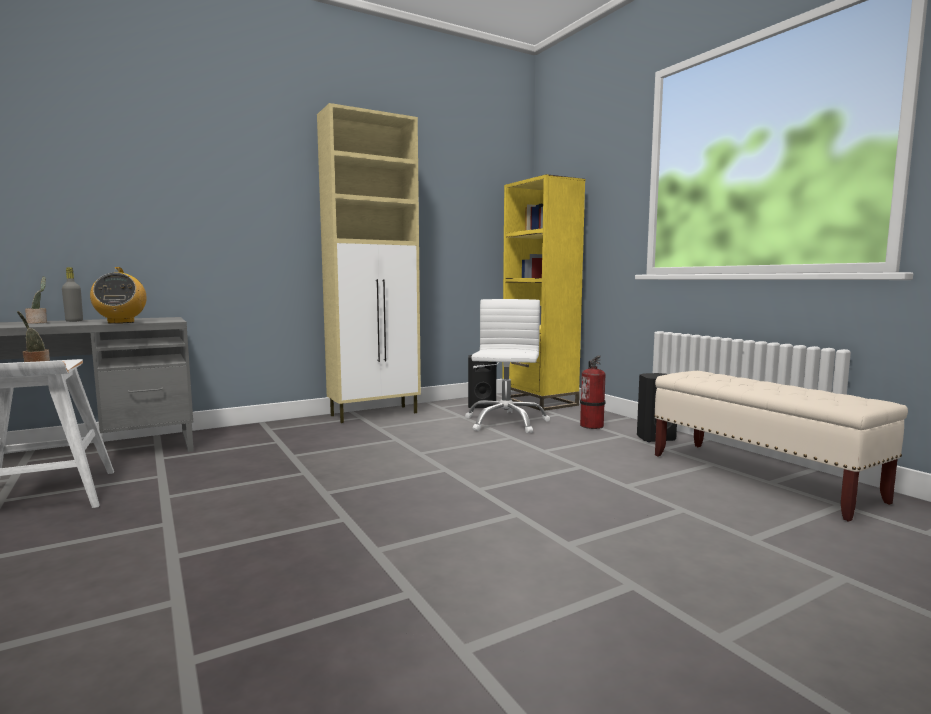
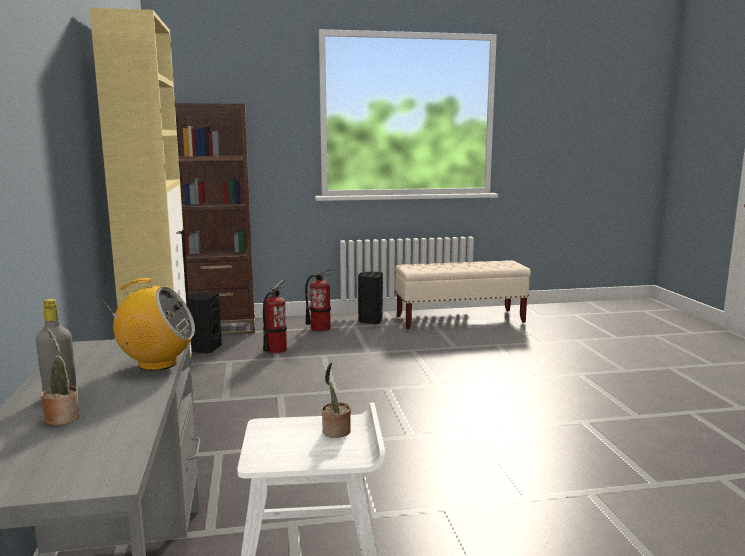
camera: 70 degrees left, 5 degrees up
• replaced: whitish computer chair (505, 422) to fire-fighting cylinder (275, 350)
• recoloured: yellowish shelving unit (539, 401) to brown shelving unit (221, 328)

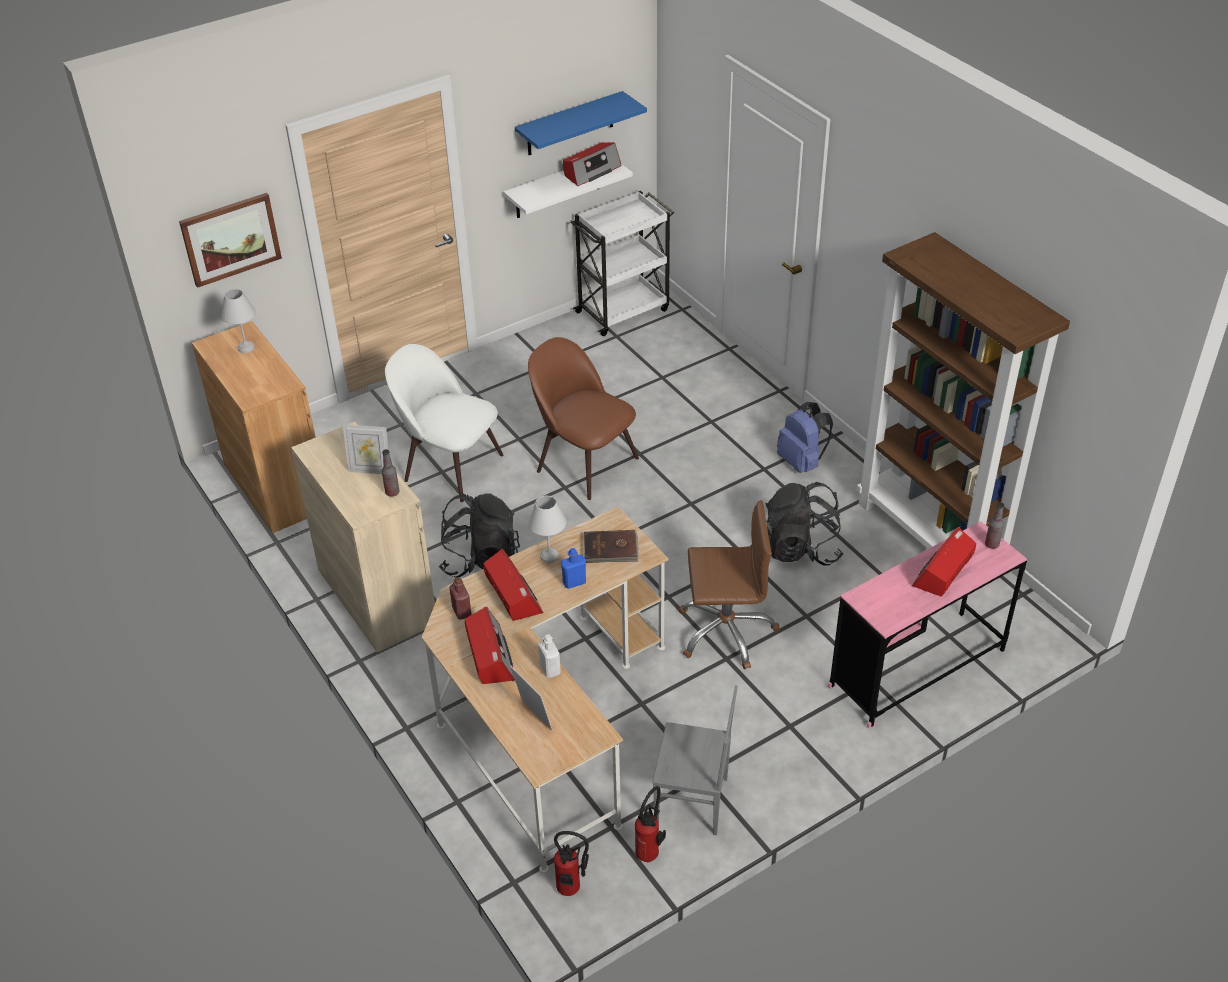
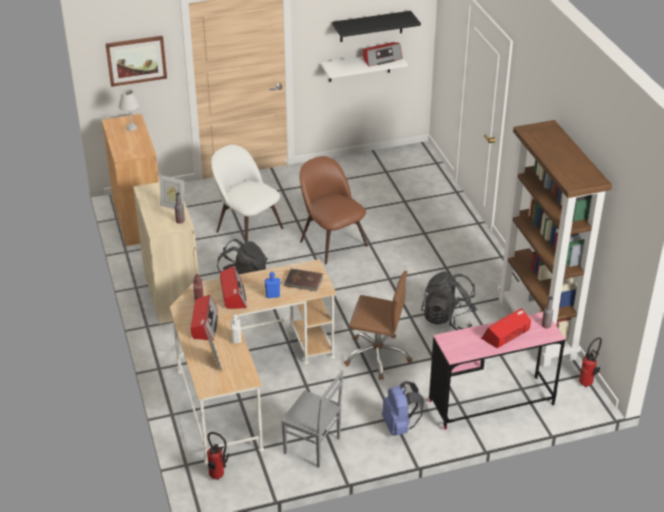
camera: 15 degrees right, 5 degrees down
• removed: whitish tabletop lamp (548, 555)
• removed: whitish wheeled cart (624, 310)
• moved: fire-fighting cylinder (650, 852) to (587, 383)
• moved: bluish backpack (802, 462) to (400, 426)
• recoloured: bluish wall shelf (570, 124) to black wall shelf (371, 26)

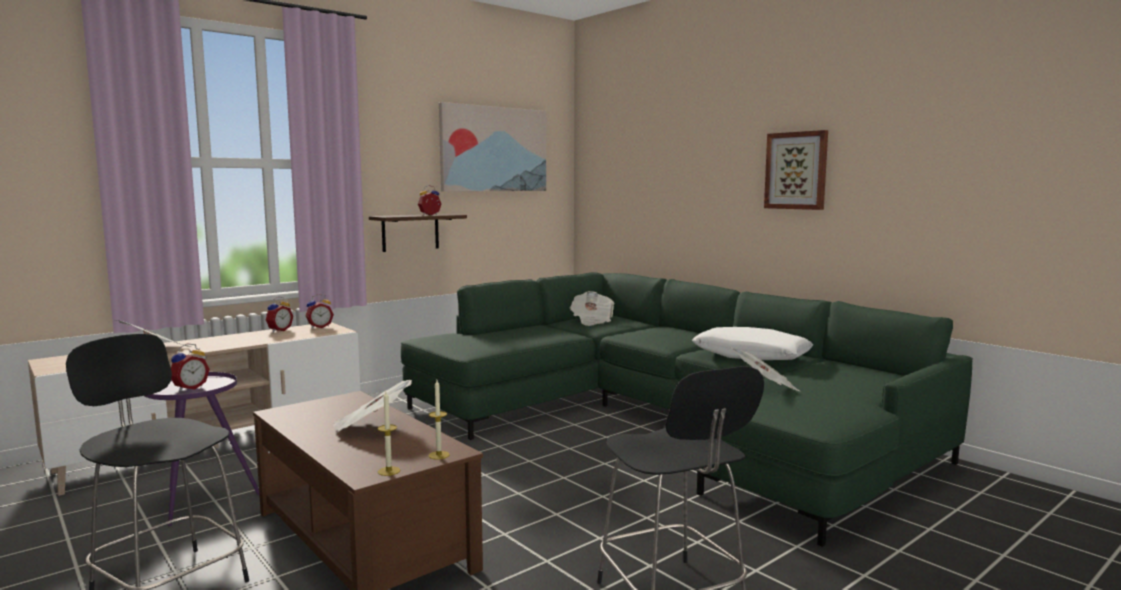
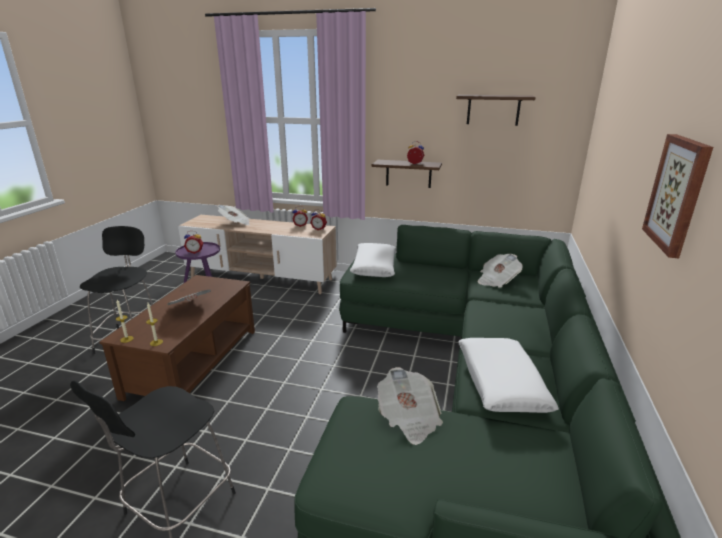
camera: 55 degrees right, 15 degrees up
• added: whitish cushion (374, 267)
• replaced: picture (493, 149) to wall shelf (493, 110)

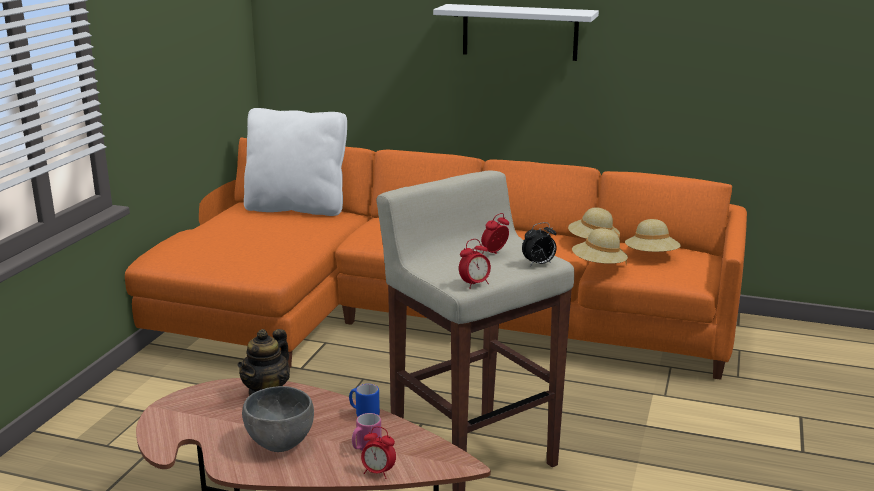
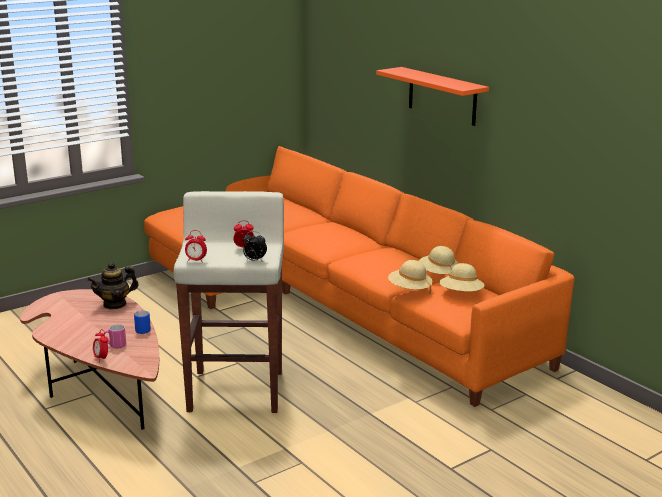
camera: 35 degrees right, 0 degrees up
• removed: grey serving bowl (280, 443)
• removed: whitish cushion (297, 208)
• recoloured: whitish wall shelf (520, 32) to orange wall shelf (442, 96)

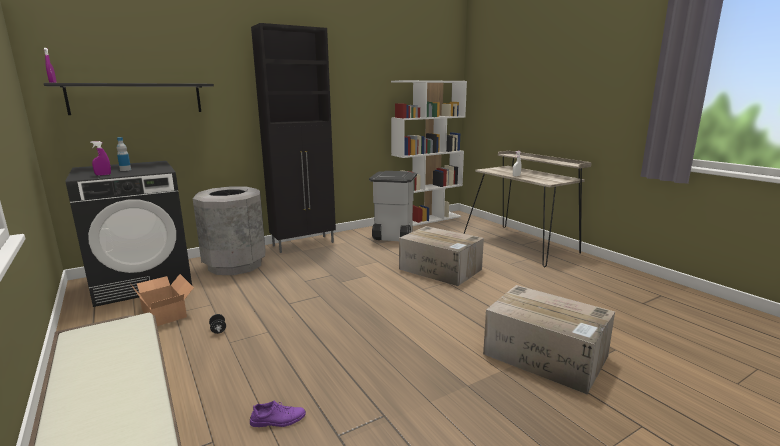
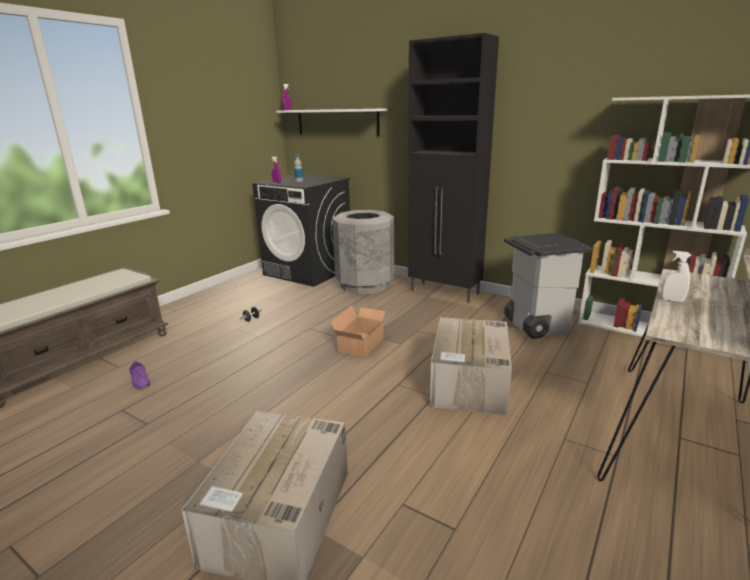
camera: 65 degrees right, 5 degrees up
• moved: packing box (166, 312) to (363, 344)
• recoloured: black wall shelf (136, 98) to whitish wall shelf (337, 122)

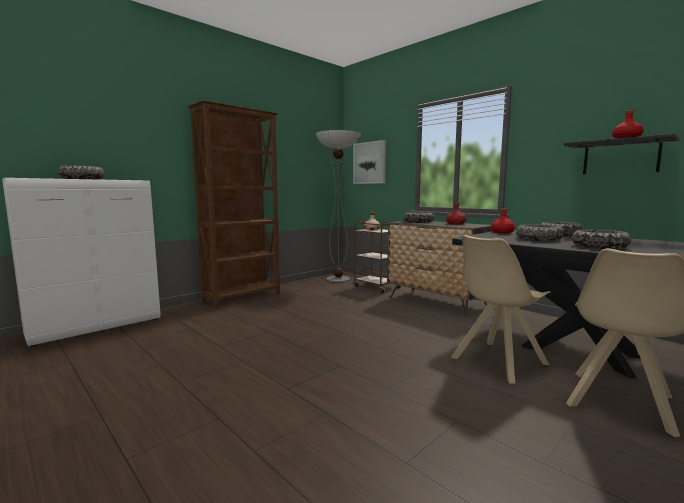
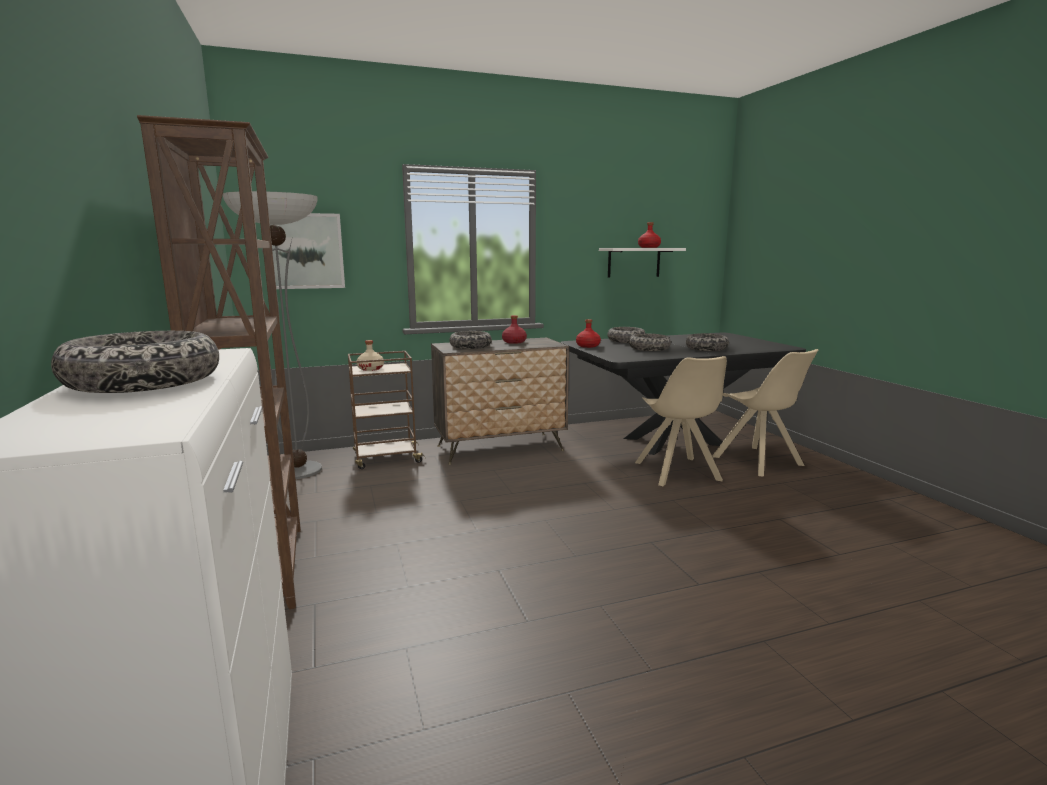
camera: 65 degrees left, 5 degrees up
• recoloured: black wall shelf (620, 157) to whitish wall shelf (634, 262)

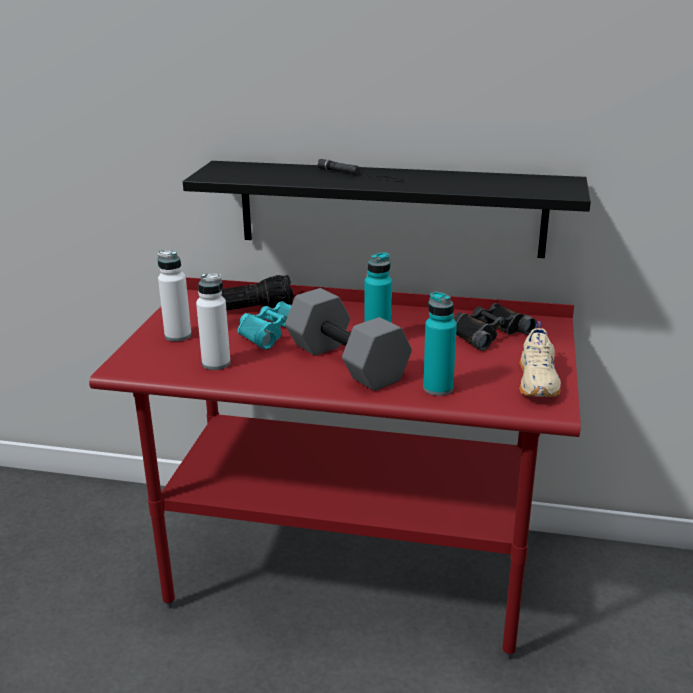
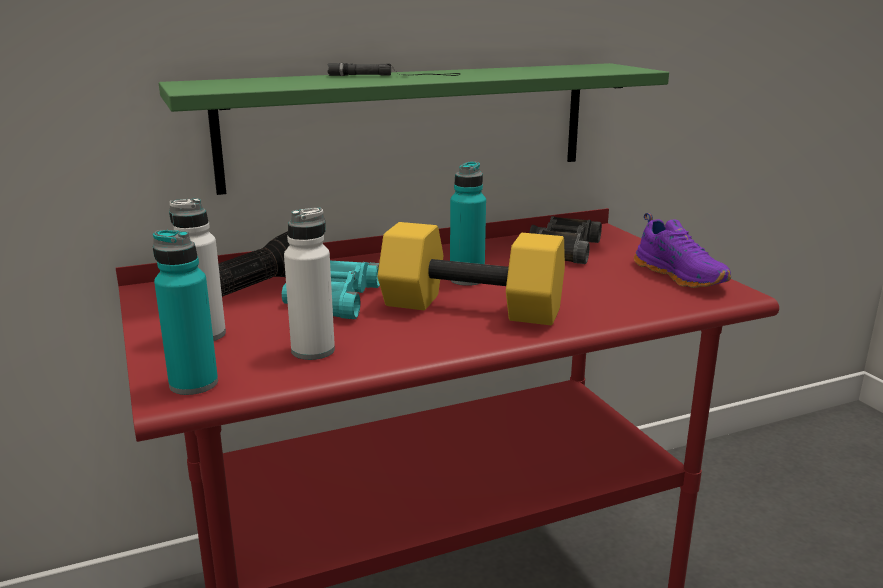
camera: 35 degrees left, 5 degrees down
• moved: turquoise-coloured bottle (438, 388) to (193, 384)
• recoloured: black wall shelf (390, 208) to green-coloured wall shelf (410, 125)
• recoloured: grey free weight (348, 362) to yellowish free weight (474, 307)
• recoloured: beige-coloured low shoe (539, 382) to purplish low shoe (681, 276)

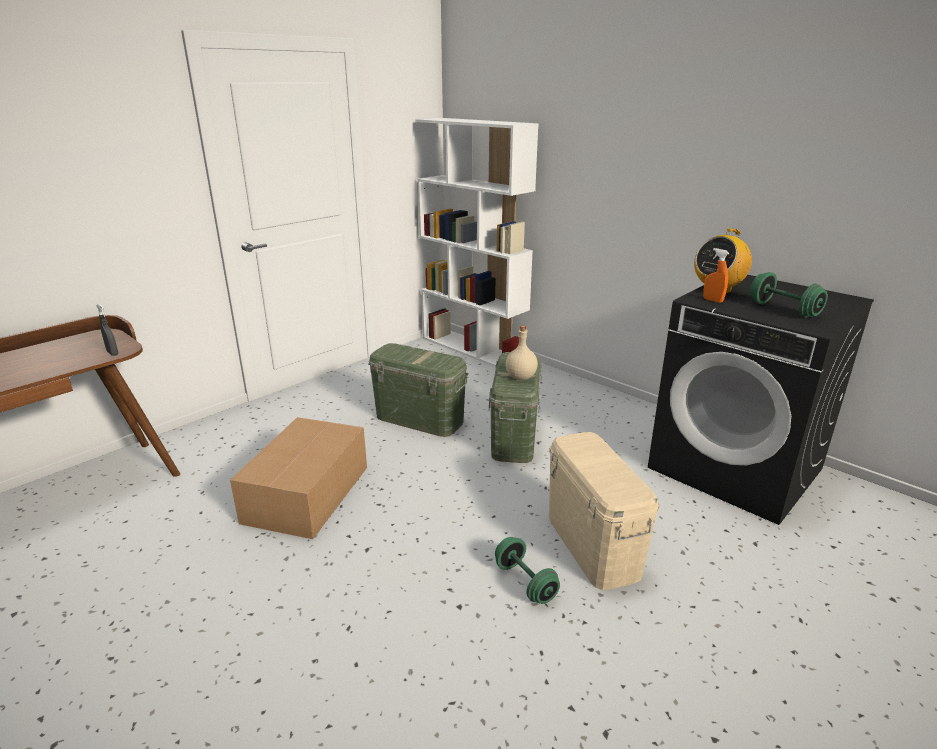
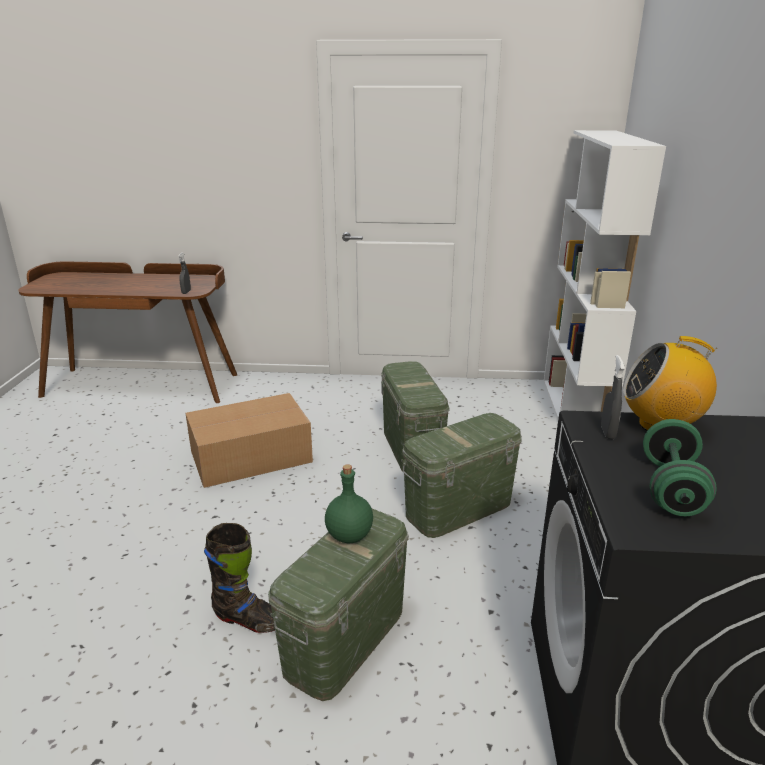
camera: 50 degrees right, 0 degrees up
• removed: beige-coloured bottle (520, 377)
• added: green-coloured bottle (349, 535)
• replaced: green-coloured free weight (525, 582) to black tall boot (249, 620)
• recoloured: beige-coloured storage box (592, 544) to green-coloured storage box (345, 639)
• recoloured: orange hand sprayer (712, 300) to grey hand sprayer (607, 432)

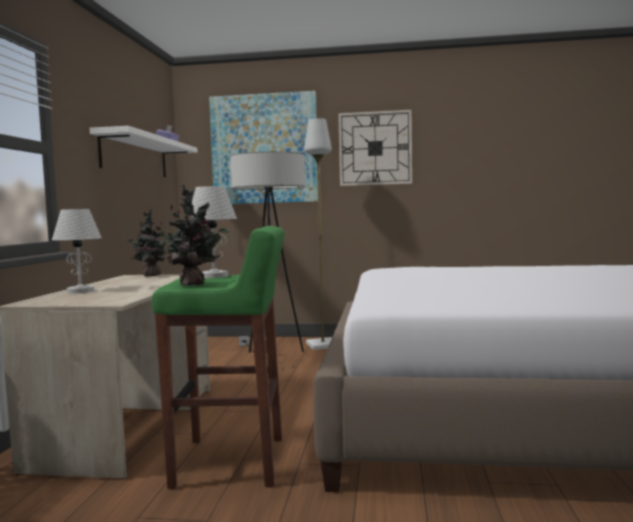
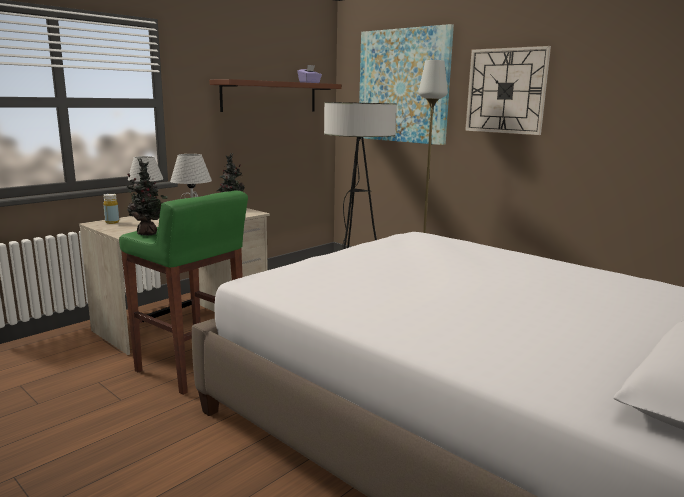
camera: 35 degrees right, 10 degrees up
• added: yellowish bottle (112, 222)
• recoloured: whitish wall shelf (135, 156) to brown wall shelf (270, 96)

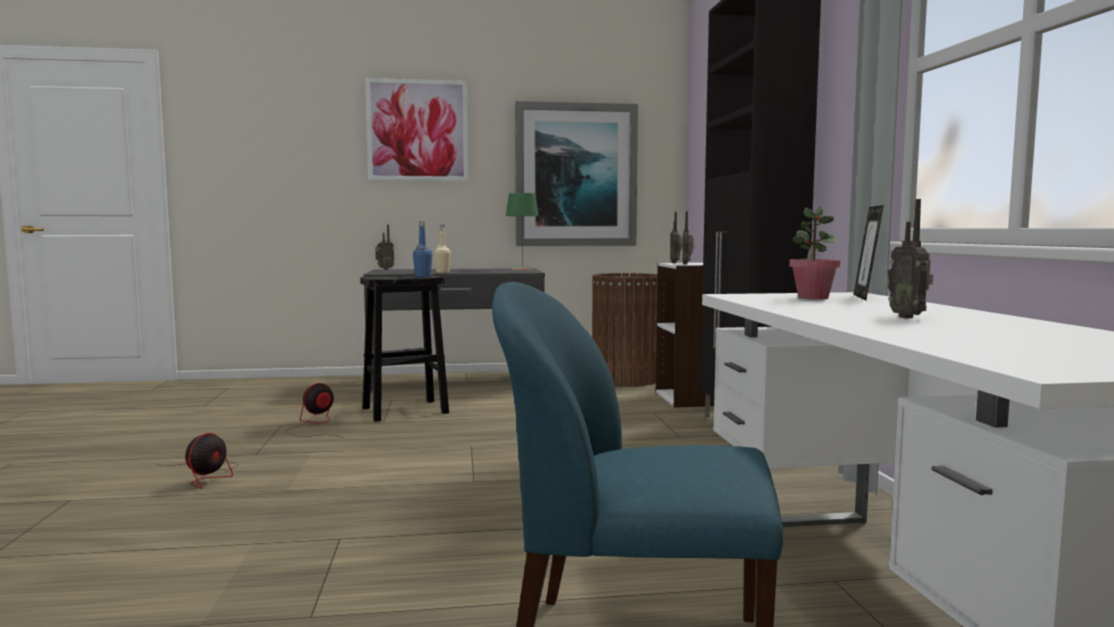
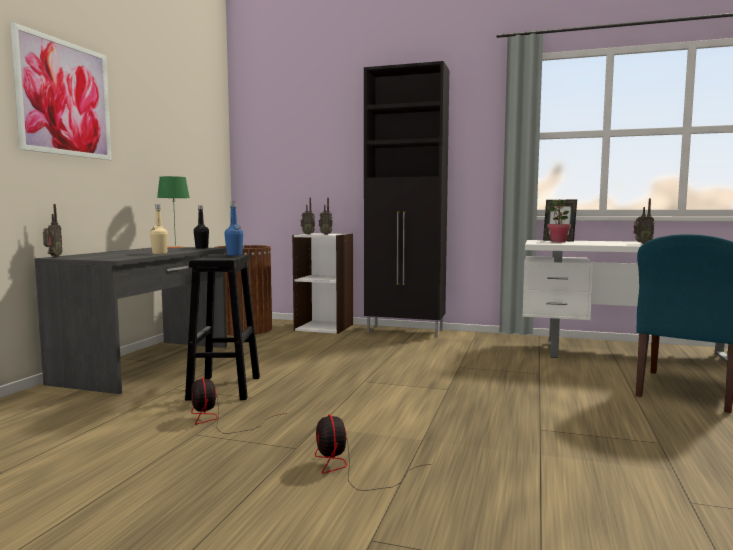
camera: 65 degrees left, 0 degrees up
• removed: picture (575, 175)
• added: black bottle (201, 248)
• turned: electric fan (207, 476) = (350, 469) 150 degrees counterclockwise

